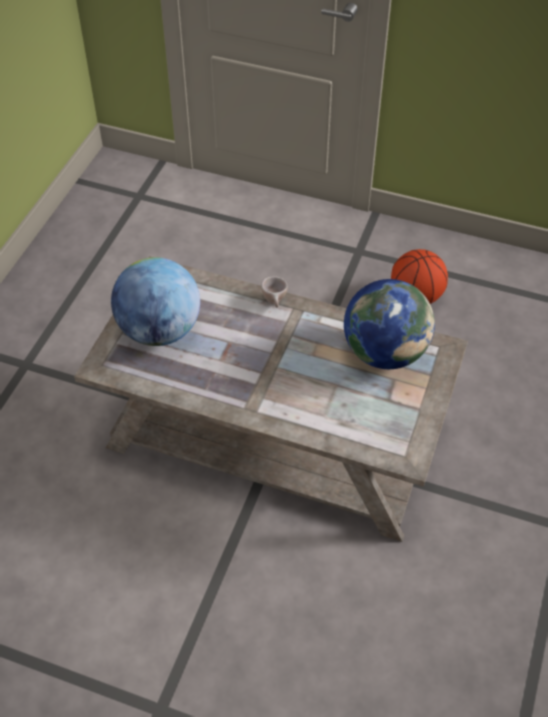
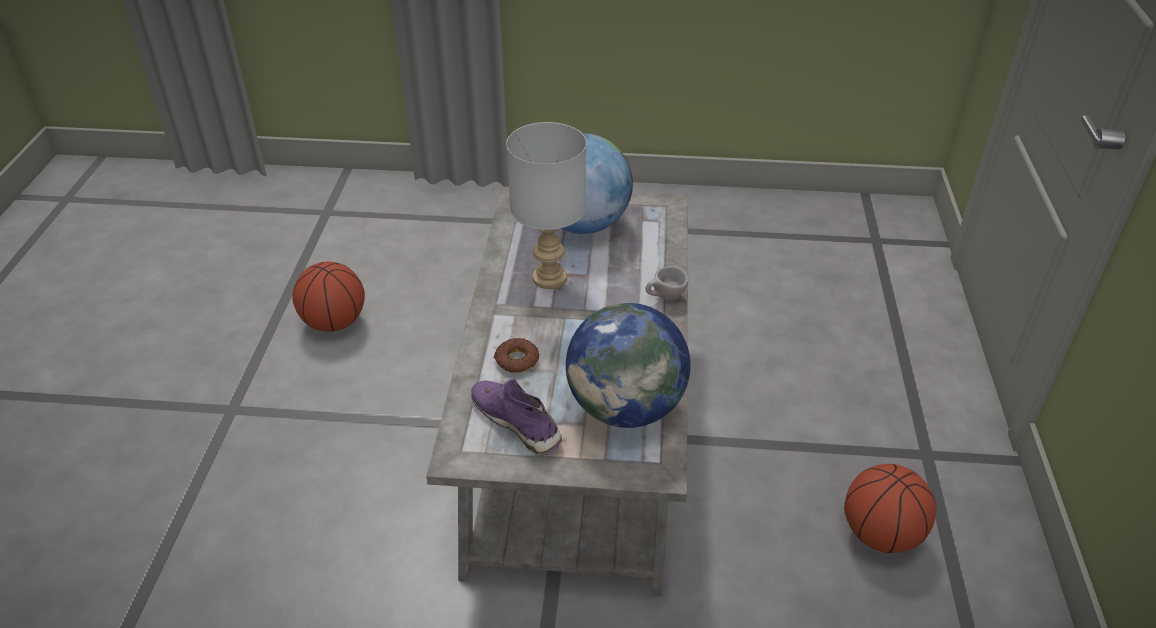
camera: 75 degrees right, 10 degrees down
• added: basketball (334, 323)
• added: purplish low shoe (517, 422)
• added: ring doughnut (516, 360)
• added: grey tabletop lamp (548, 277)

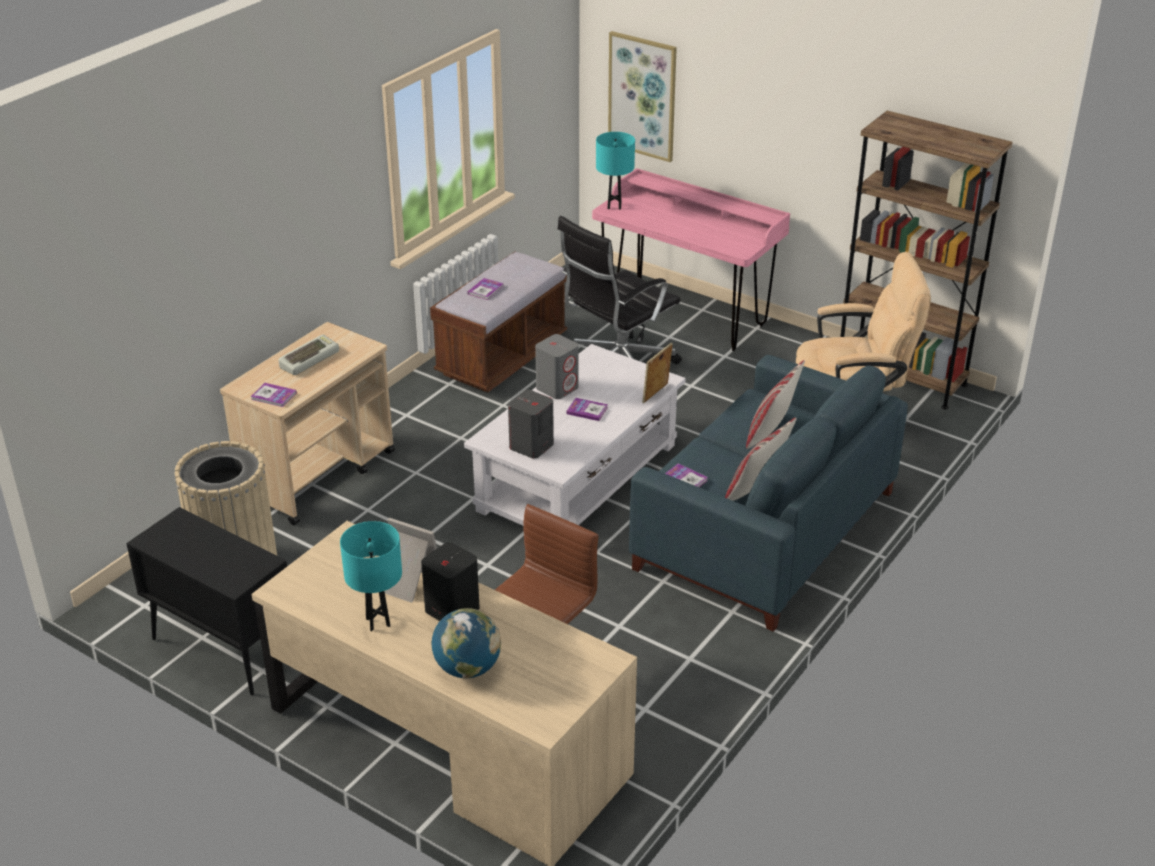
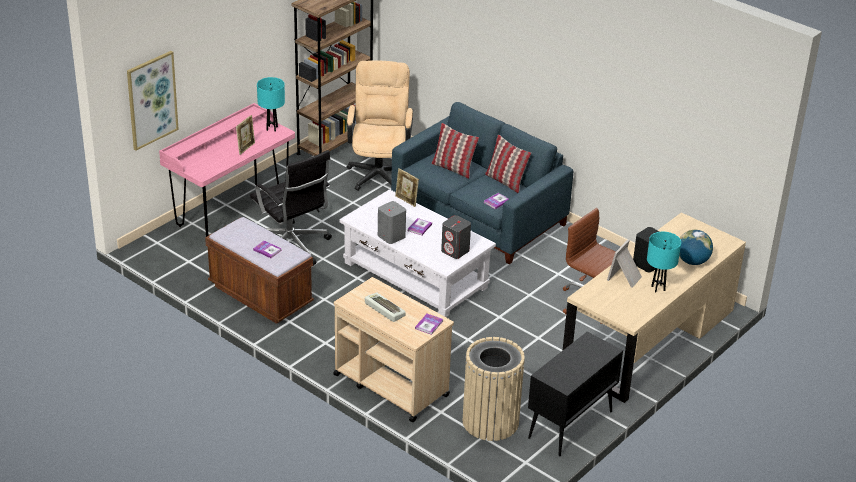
camera: 85 degrees left, 0 degrees up
• added: standing frame (246, 148)
• moved: turquoise-coloured tabletop lamp (614, 206) to (272, 128)

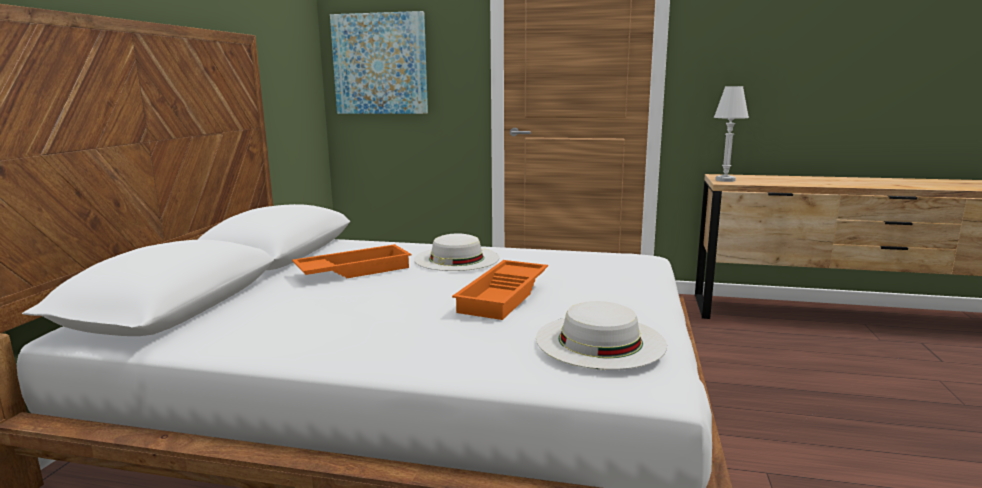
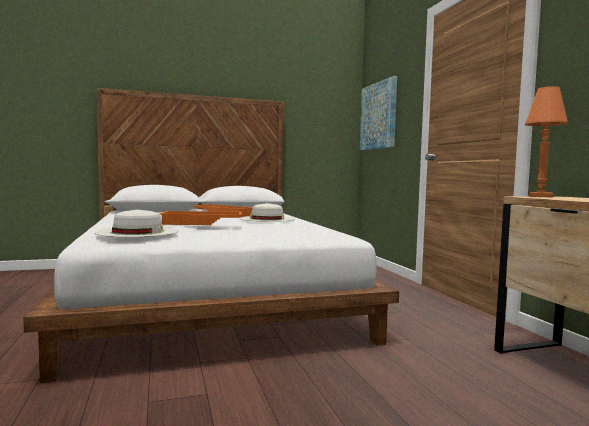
camera: 60 degrees right, 10 degrees down
• recoloured: whitish tabletop lamp (725, 180) to orange tabletop lamp (540, 196)

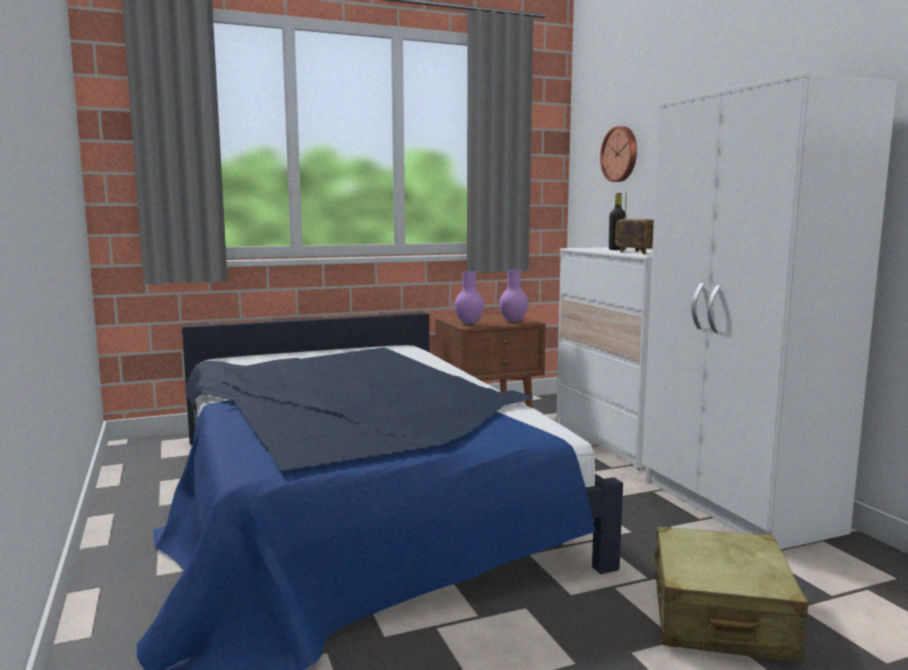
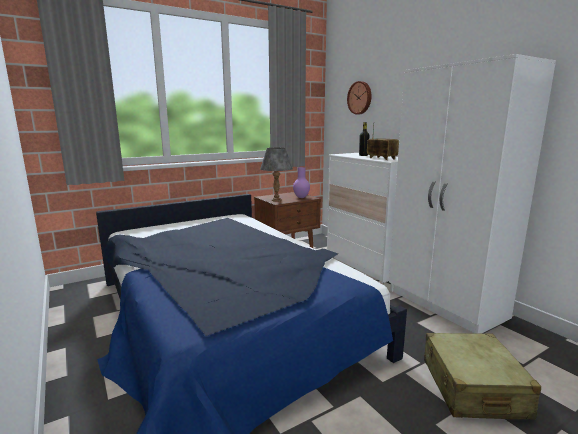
camera: 10 degrees left, 5 degrees up
• replaced: purplish vase (469, 323) to grey tabletop lamp (276, 200)

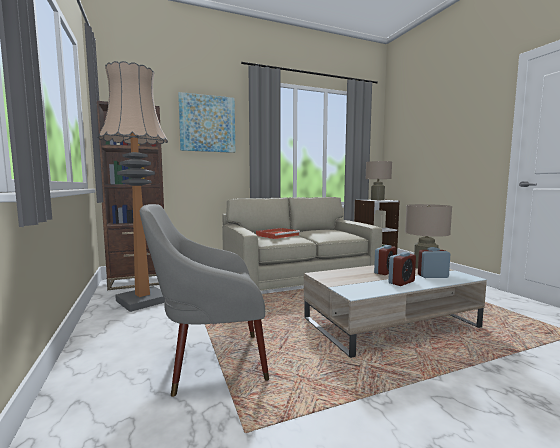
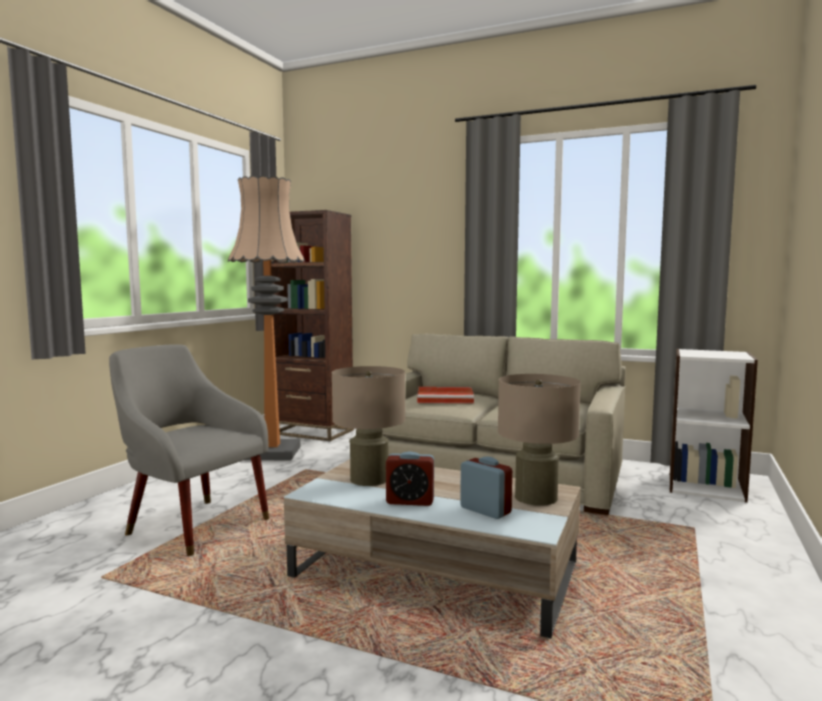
camera: 45 degrees right, 0 degrees up
• removed: picture (207, 124)
• removed: table clock (384, 272)
• moved: beige-coloured tabletop lamp (377, 200) to (369, 479)

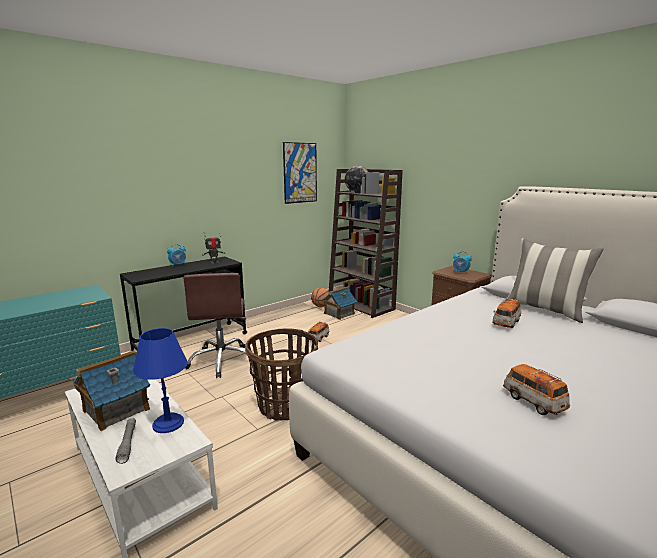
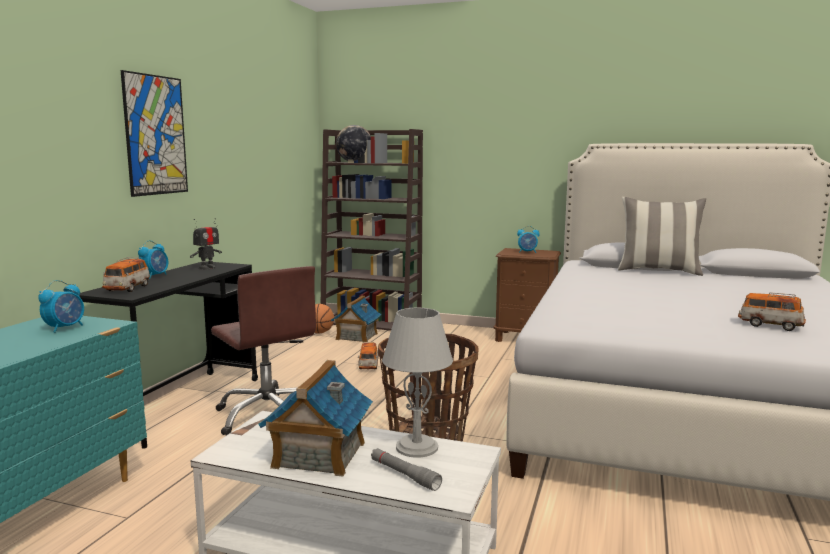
camera: 30 degrees left, 5 degrees down
• added: table clock (65, 328)
• moved: picture (300, 173) to (155, 135)
• moved: model car (506, 323) to (127, 289)
• recoloured: bluish tabletop lamp (168, 423) to grey tabletop lamp (417, 447)

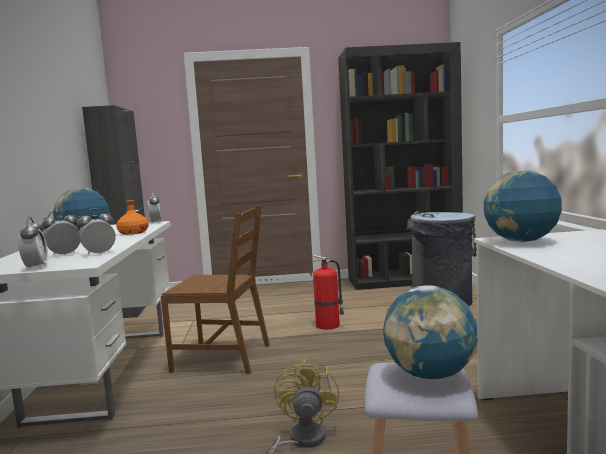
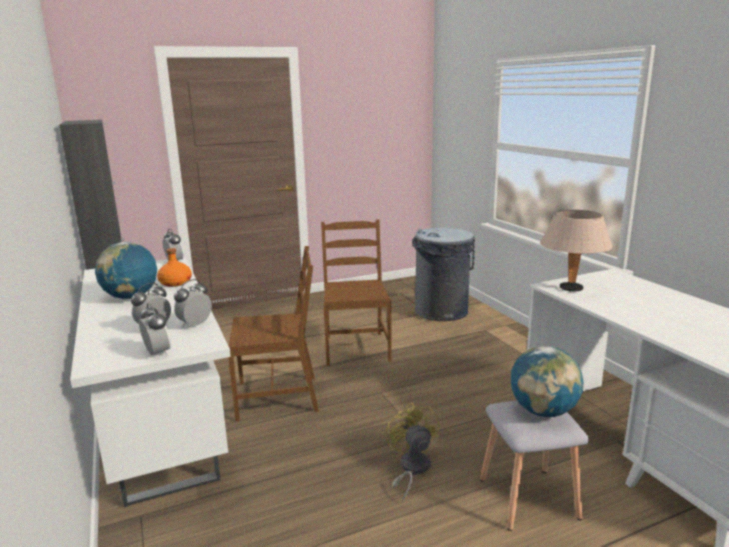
camera: 20 degrees left, 10 degrees up
• removed: black shelving unit (404, 280)
• replaced: fire-fighting cylinder (329, 325) to brown plain chair (356, 348)
• replaced: world globe (521, 241) to beige-coloured tabletop lamp (570, 288)

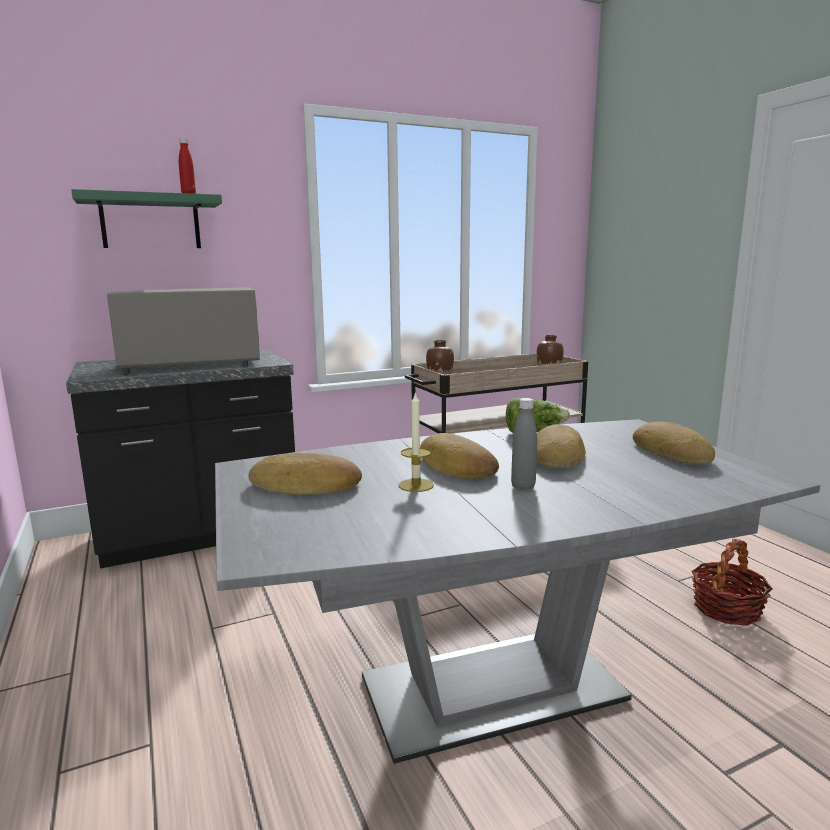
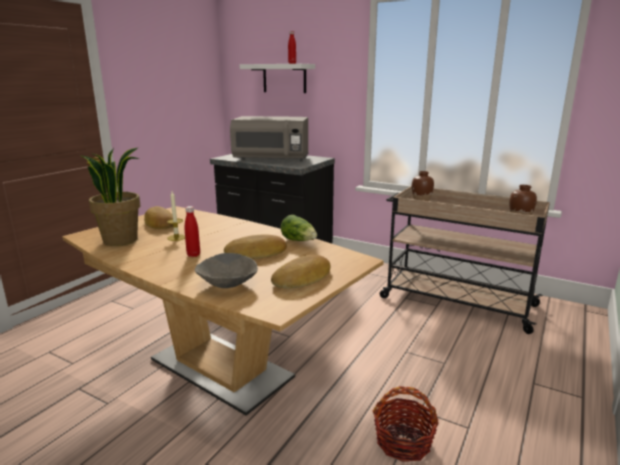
camera: 55 degrees right, 5 degrees up
• removed: baked bread (455, 466)
• added: houseplant (121, 240)
• added: grey serving bowl (227, 284)
• recoloured: green-coloured wall shelf (150, 222) to whitish wall shelf (284, 78)
• recoloured: grey dinner table (492, 689) to brown dinner table (220, 368)
• recoloured: grey bottle (523, 486) to red-coloured bottle (193, 255)
• turned: grey kitchen microwave (191, 364) = (271, 159) 150 degrees clockwise

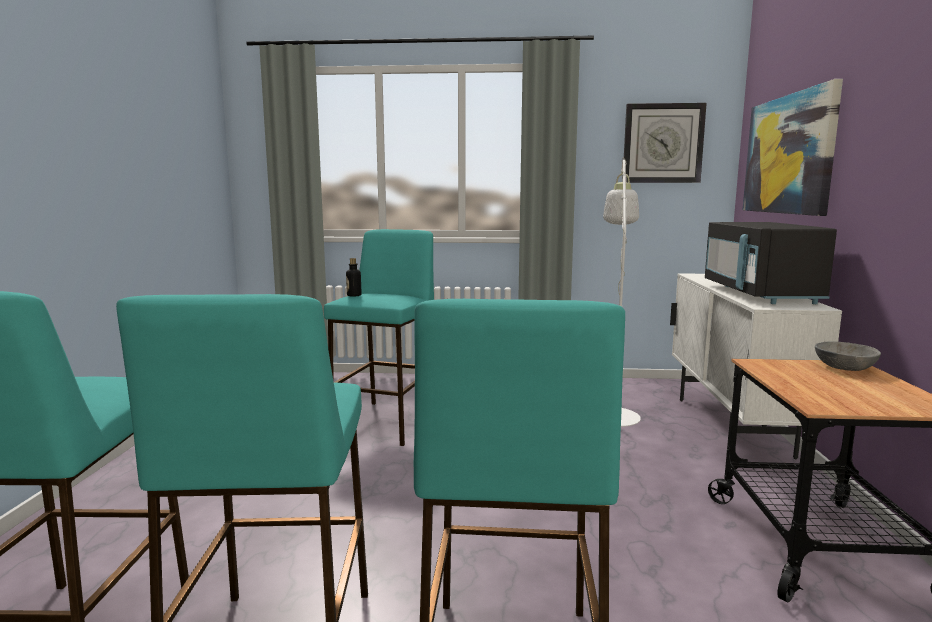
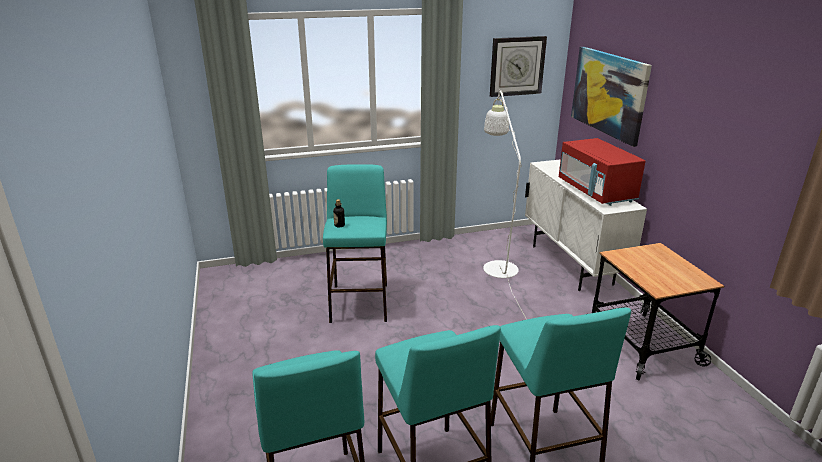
camera: 20 degrees left, 15 degrees up
• removed: grey serving bowl (843, 367)
• recoloured: black kitchen microwave (759, 294) to red-coloured kitchen microwave (596, 191)

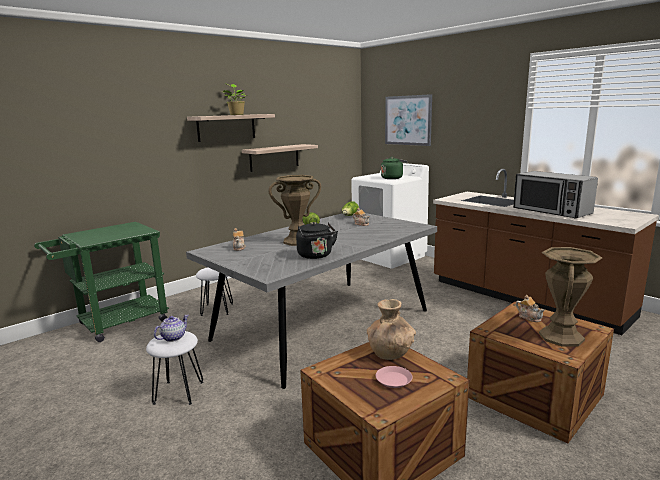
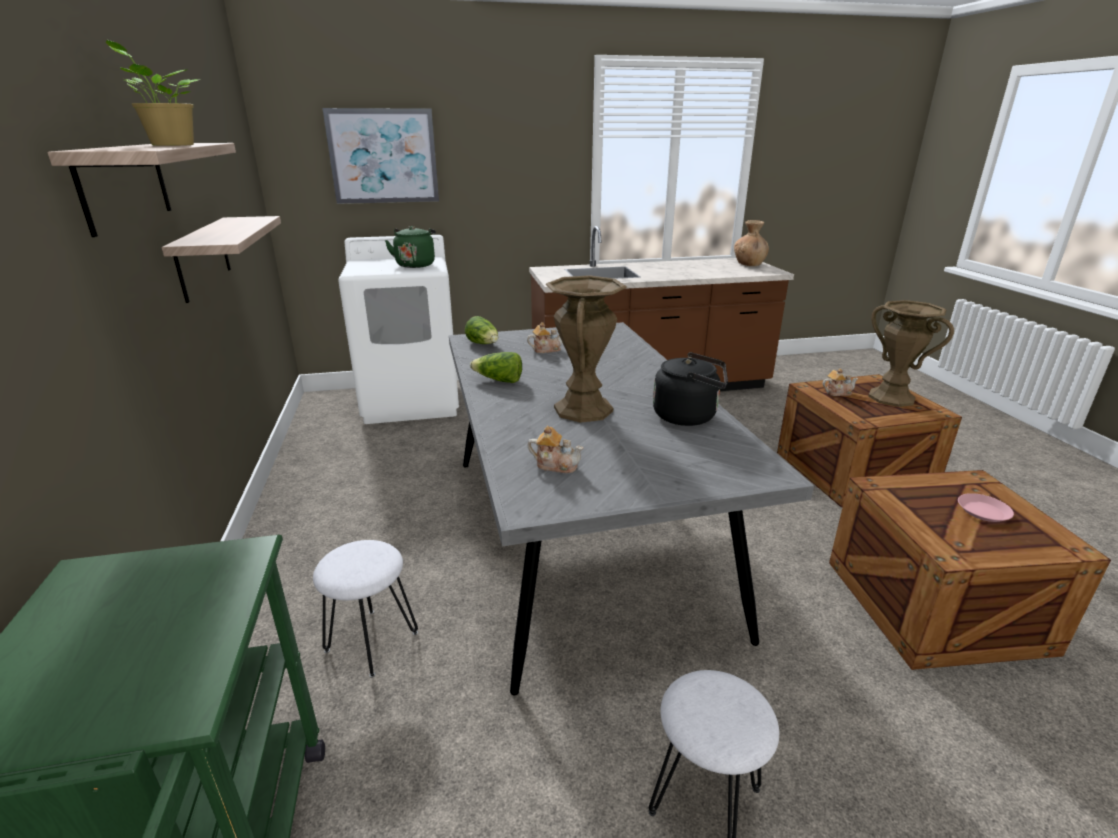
camera: 60 degrees left, 10 degrees up
• removed: teapot (173, 337)
• removed: kitchen microwave (551, 211)
• moved: brown vase (390, 353) to (749, 264)

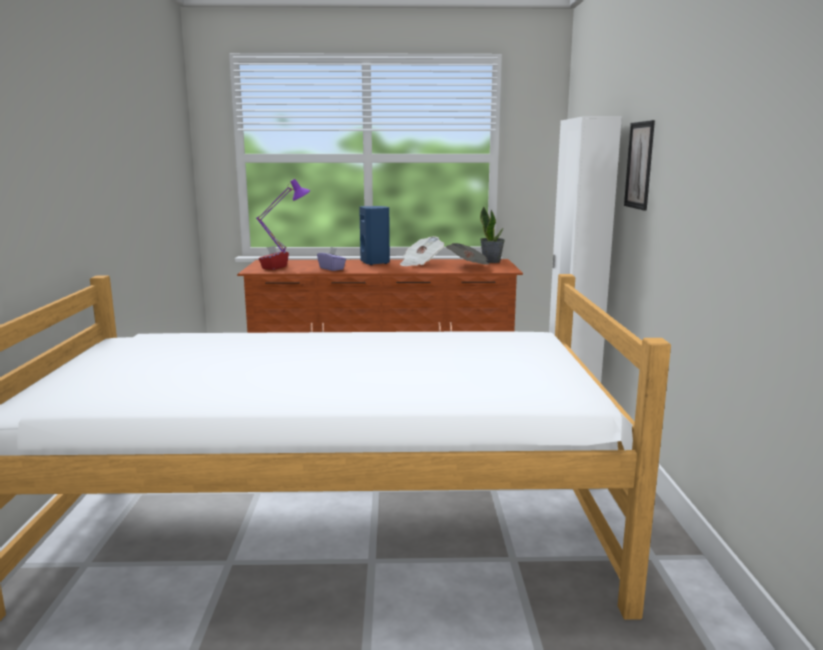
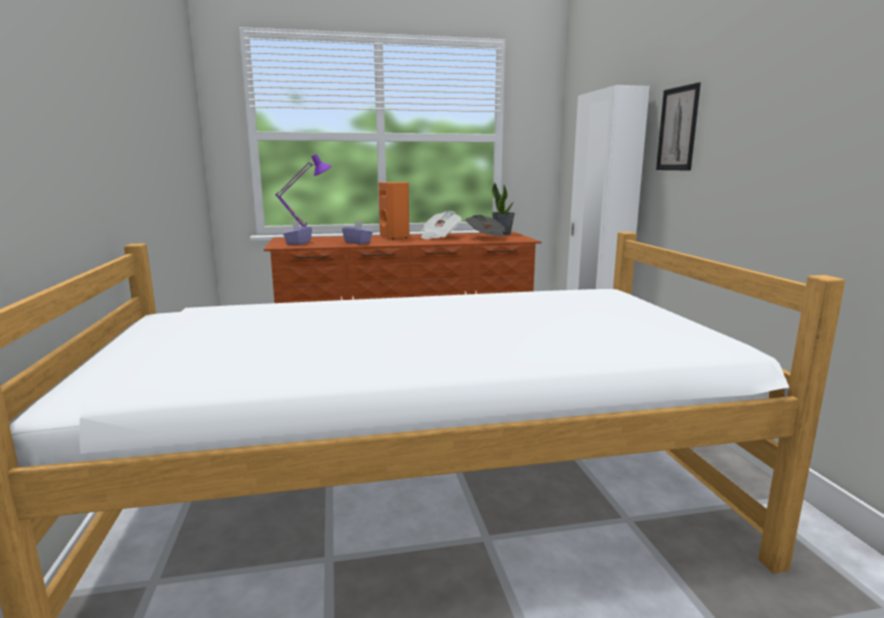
camera: 10 degrees left, 0 degrees up
• recoloured: red-coloured box of tissues (274, 268) to purplish box of tissues (298, 243)
• recoloured: bluish speaker (375, 263) to orange speaker (395, 237)

